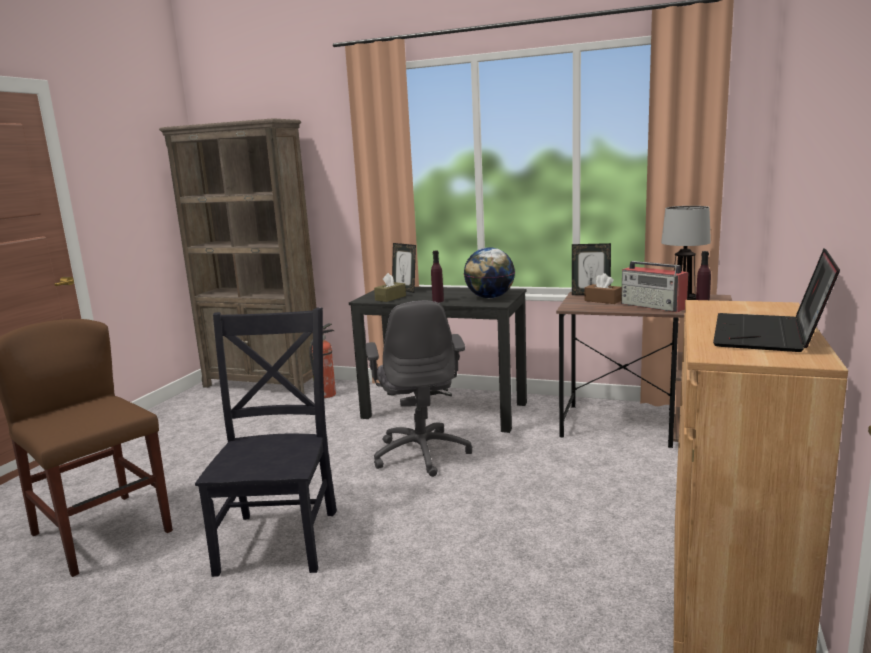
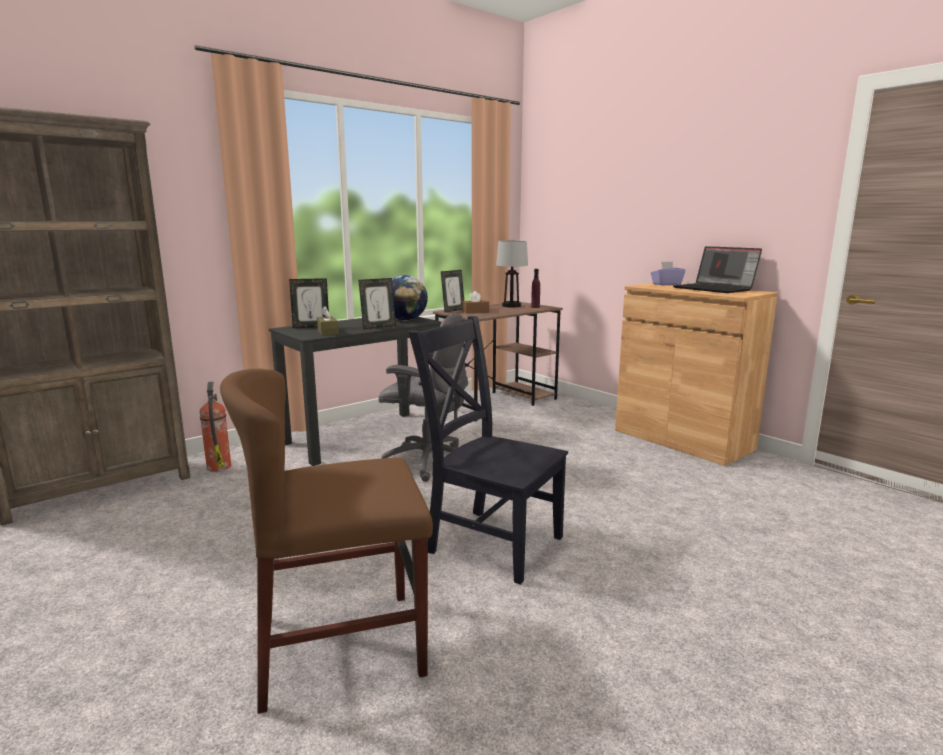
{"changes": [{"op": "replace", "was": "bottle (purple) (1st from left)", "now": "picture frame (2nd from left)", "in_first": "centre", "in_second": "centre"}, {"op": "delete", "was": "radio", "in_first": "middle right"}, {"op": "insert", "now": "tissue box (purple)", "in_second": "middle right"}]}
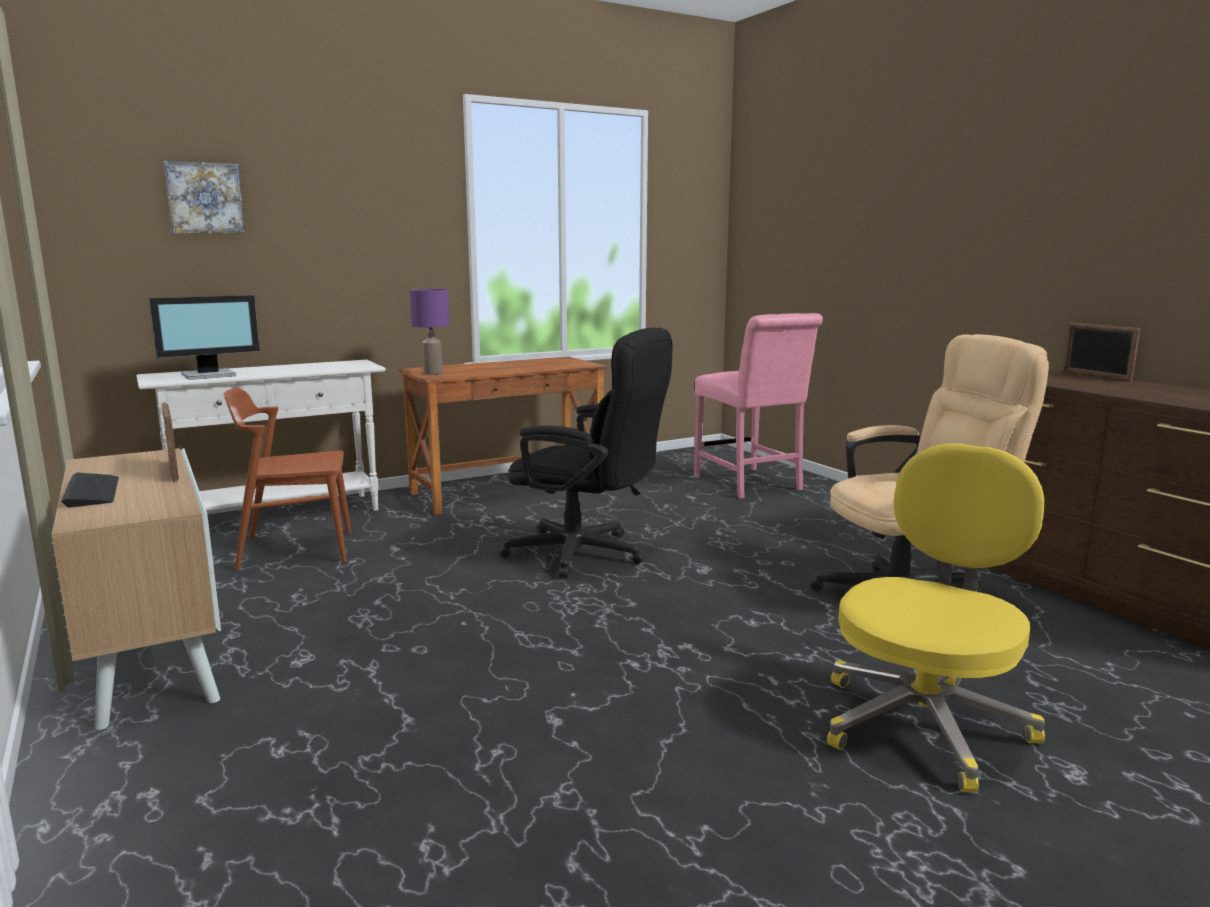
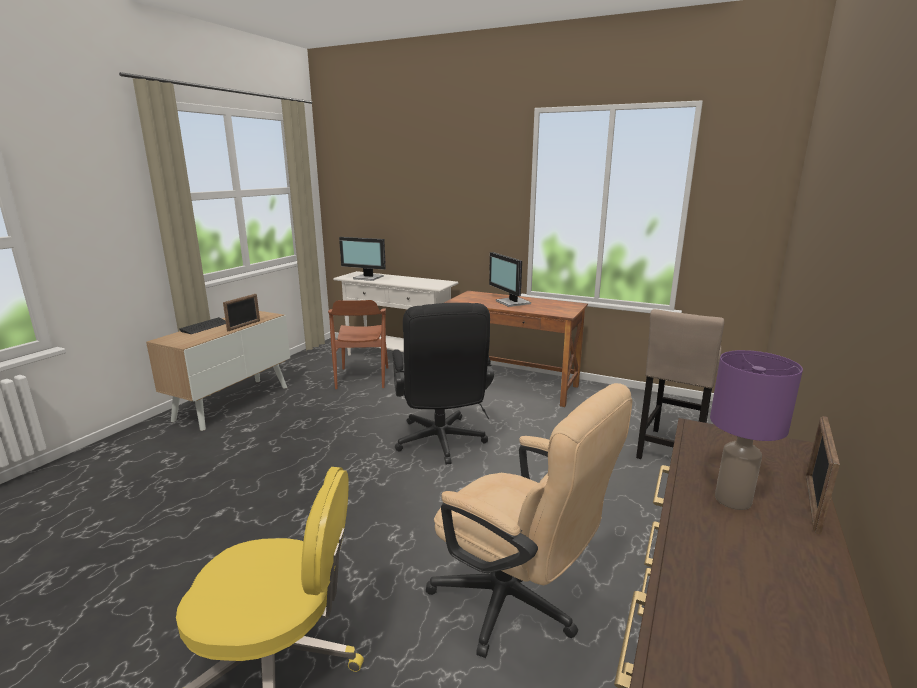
{"changes": [{"op": "delete", "was": "picture", "in_first": "top left"}, {"op": "rotate", "was": "chair (brown)", "in_first": "middle left", "in_second": "centre", "clockwise": -135}, {"op": "move", "was": "table lamp (purple)", "in_first": "centre", "in_second": "middle right"}, {"op": "replace", "was": "chair (pink)", "now": "stool (beige)", "in_first": "centre", "in_second": "middle right"}, {"op": "insert", "now": "monitor (2nd from left)", "in_second": "centre"}]}
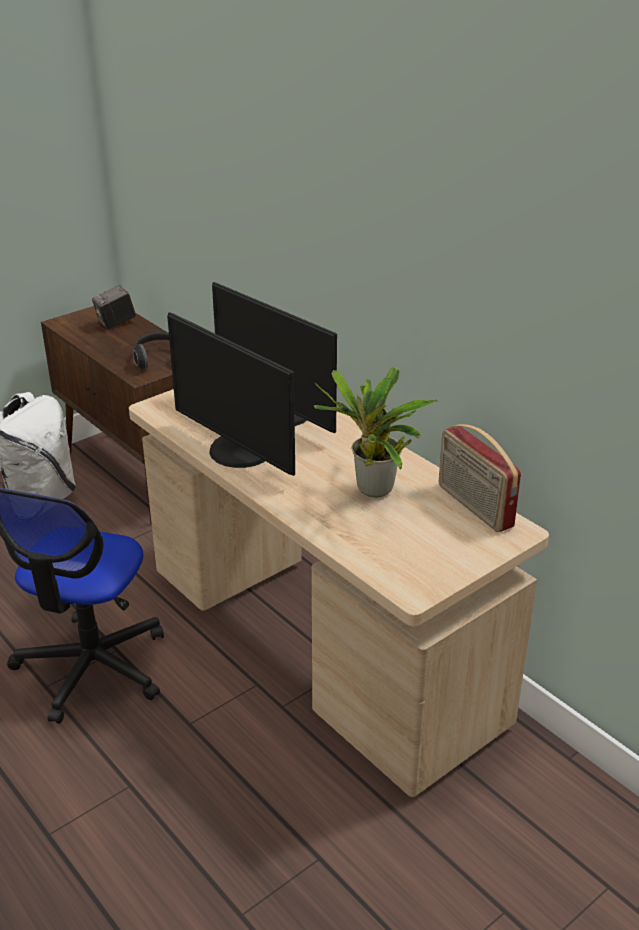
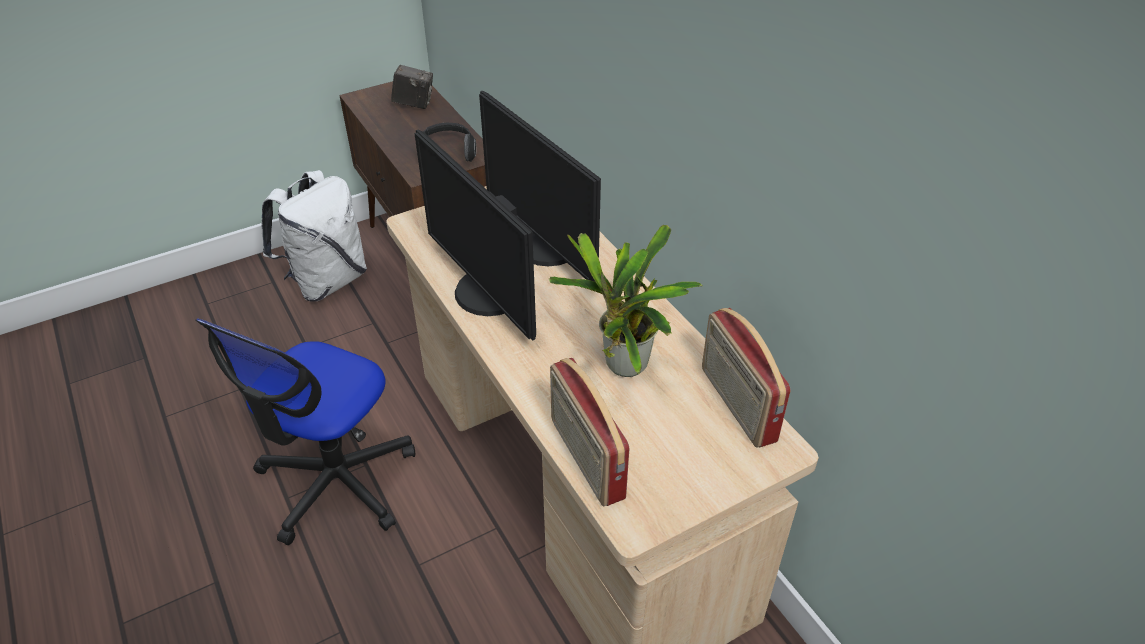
{"changes": [{"op": "rotate", "was": "photo camera", "in_first": "top left", "in_second": "top centre", "clockwise": -150}, {"op": "insert", "now": "radio (1st from left)", "in_second": "bottom centre"}]}
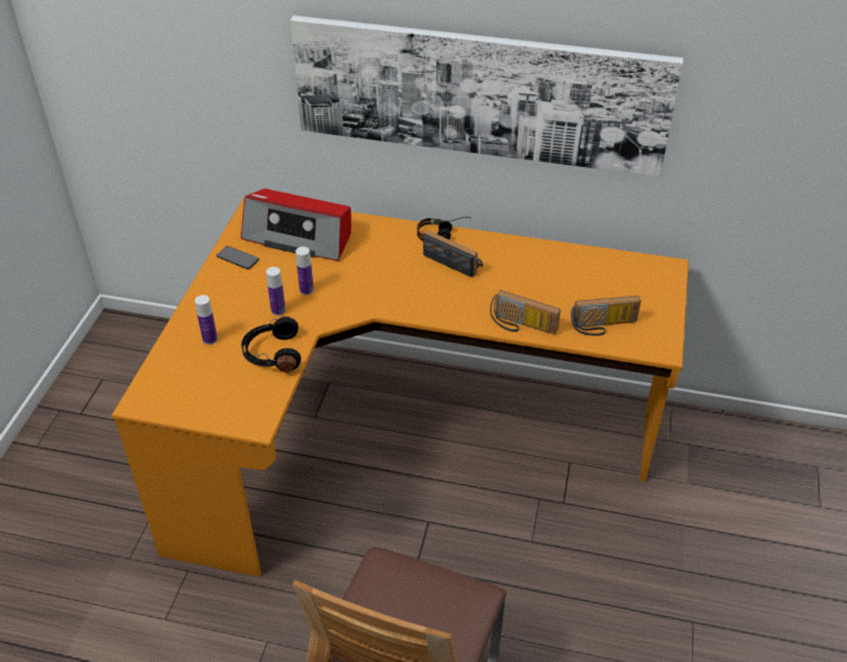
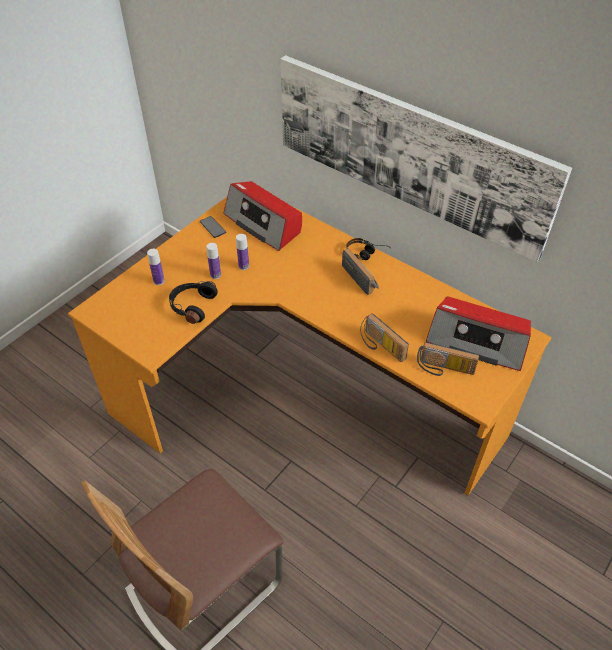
{"changes": [{"op": "insert", "now": "radio (5th from left)", "in_second": "middle right"}]}
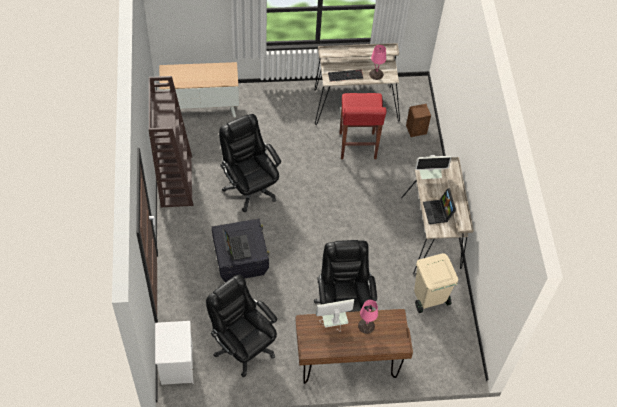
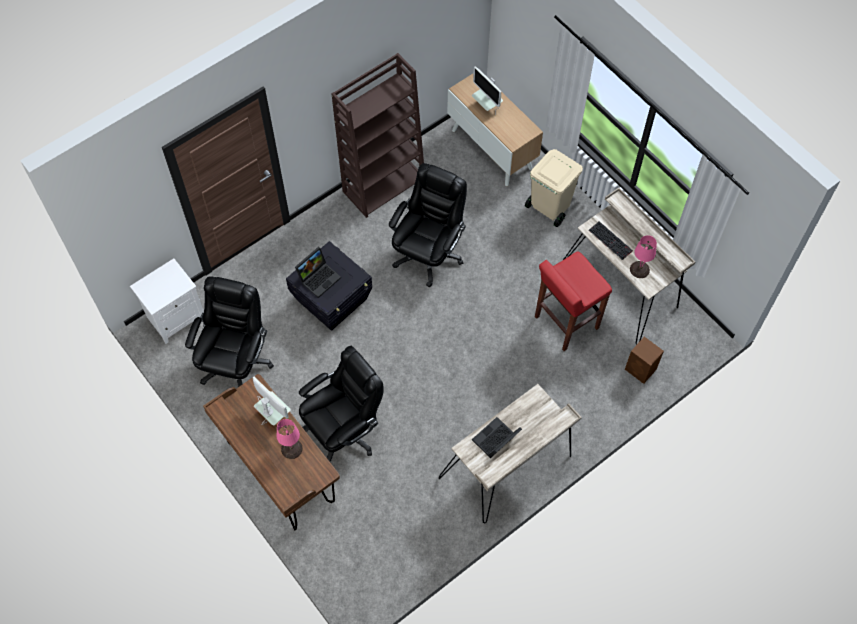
{"changes": [{"op": "move", "was": "trash can (beige)", "in_first": "bottom right", "in_second": "top centre"}, {"op": "move", "was": "monitor (2nd from left)", "in_first": "middle right", "in_second": "top centre"}]}
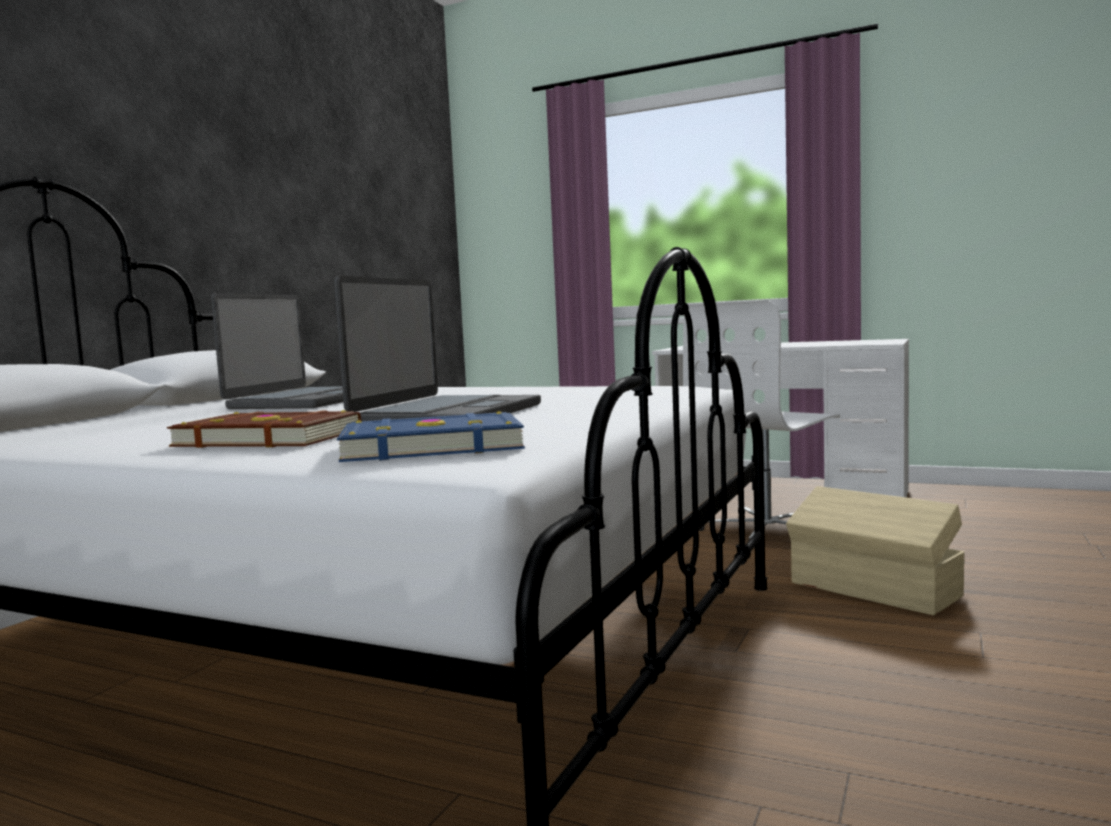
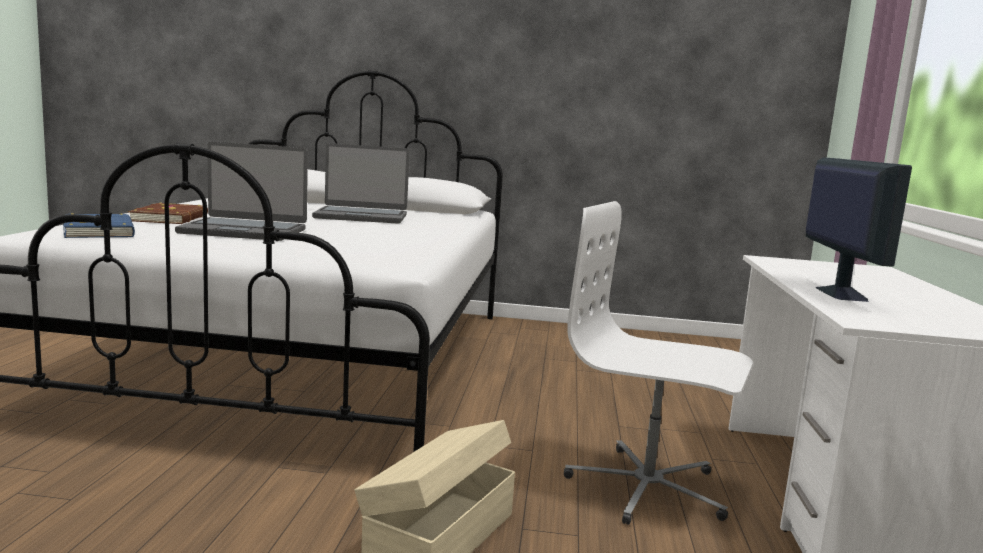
{"changes": [{"op": "insert", "now": "monitor", "in_second": "middle right"}]}
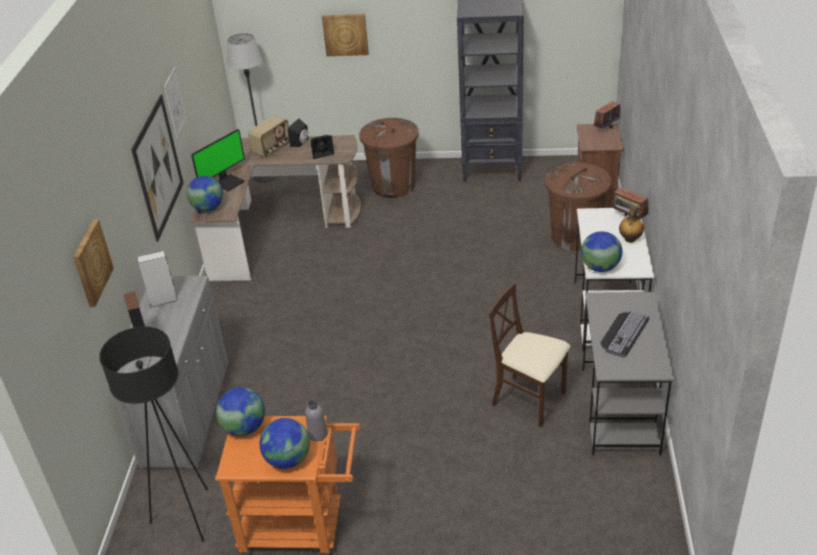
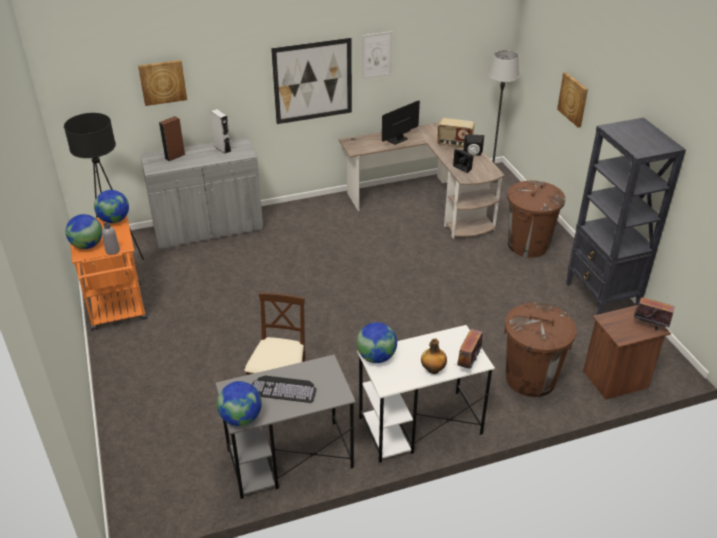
{"changes": [{"op": "move", "was": "globe (1st from left in the first image)", "now": "globe (3rd from left)", "in_first": "middle left", "in_second": "bottom centre"}, {"op": "rotate", "was": "monitor", "in_first": "top left", "in_second": "top centre", "clockwise": 120}]}
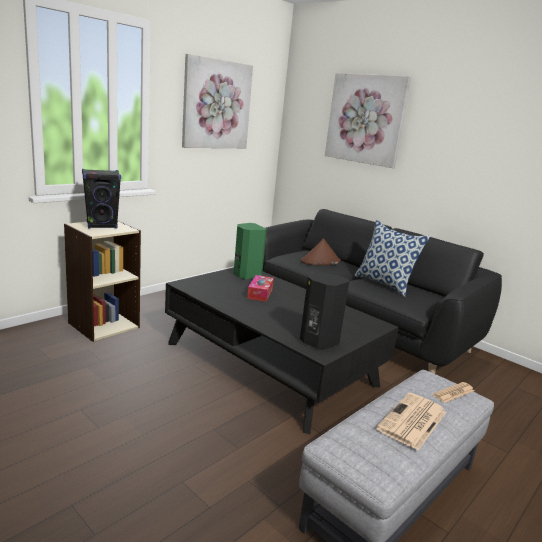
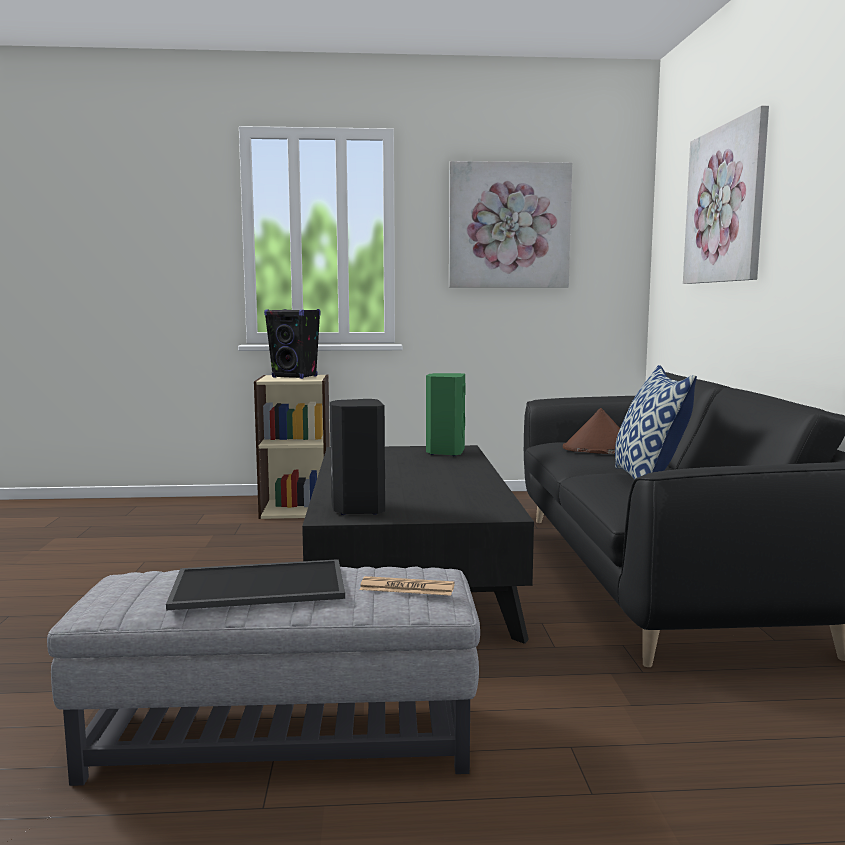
{"changes": [{"op": "delete", "was": "tissue box", "in_first": "centre"}, {"op": "replace", "was": "newspaper (1st from left)", "now": "tray", "in_first": "bottom right", "in_second": "bottom left"}]}
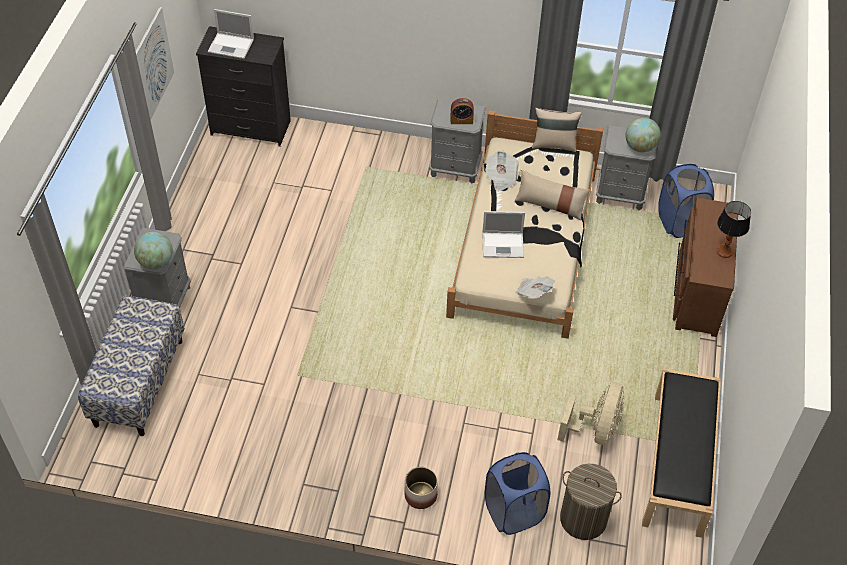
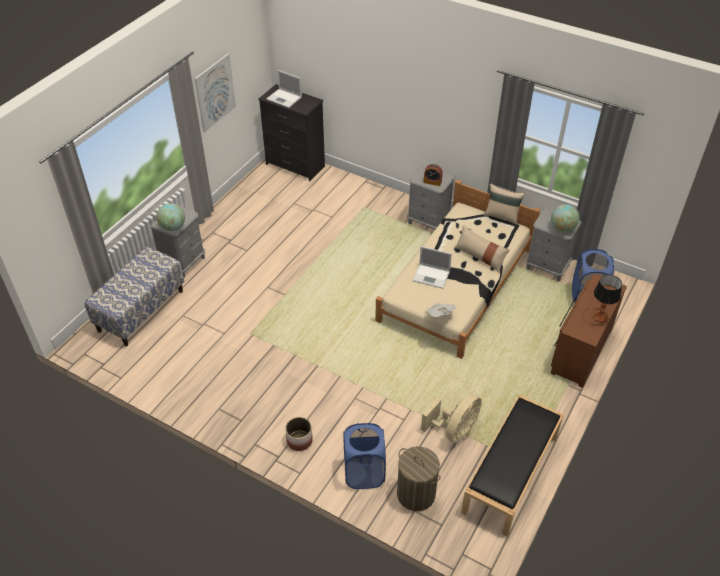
{"changes": [{"op": "delete", "was": "newspaper (1st from left)", "in_first": "top centre"}]}
